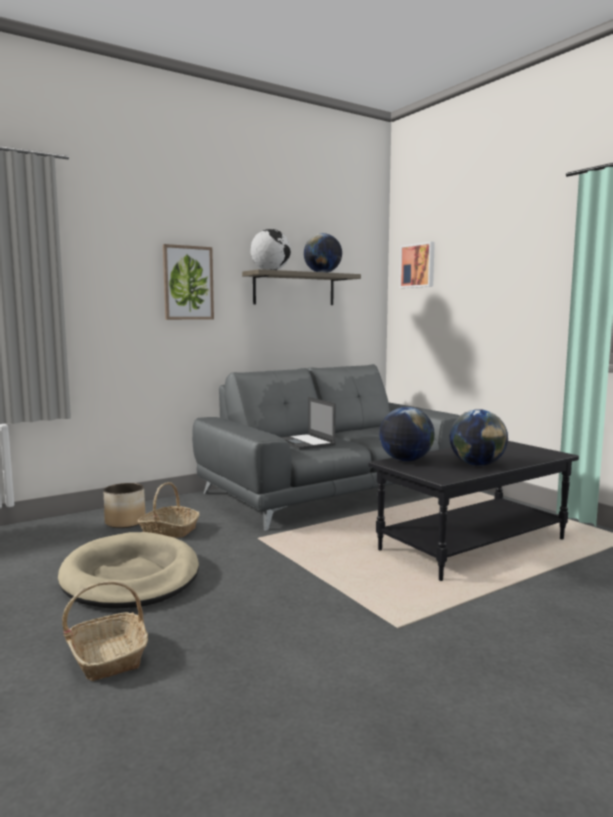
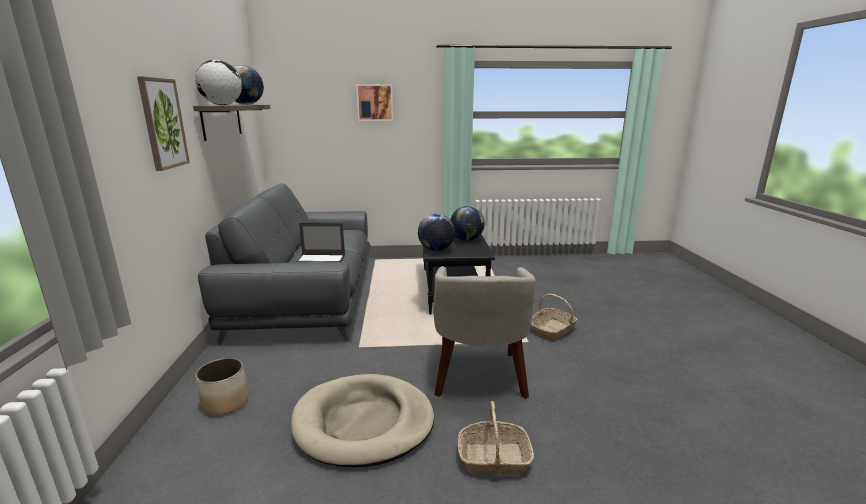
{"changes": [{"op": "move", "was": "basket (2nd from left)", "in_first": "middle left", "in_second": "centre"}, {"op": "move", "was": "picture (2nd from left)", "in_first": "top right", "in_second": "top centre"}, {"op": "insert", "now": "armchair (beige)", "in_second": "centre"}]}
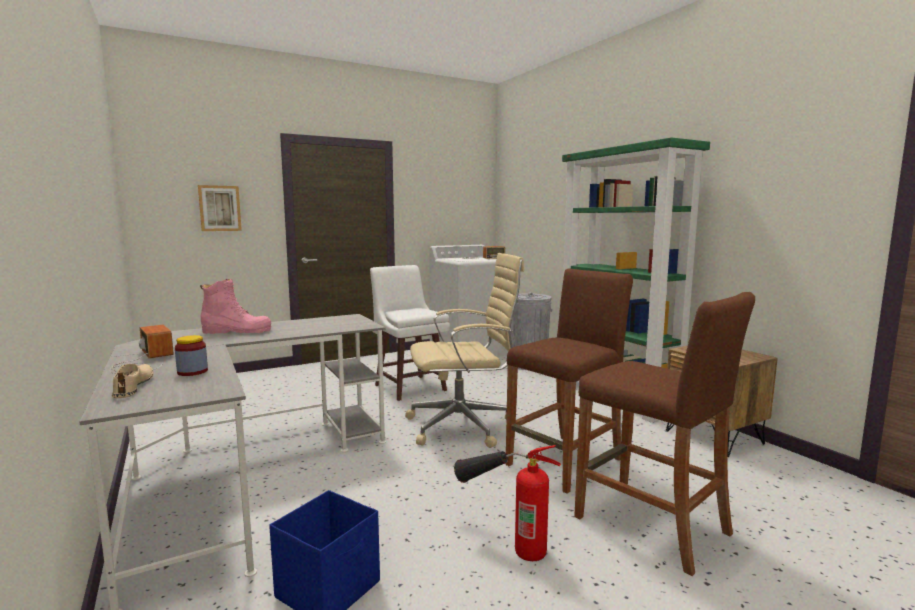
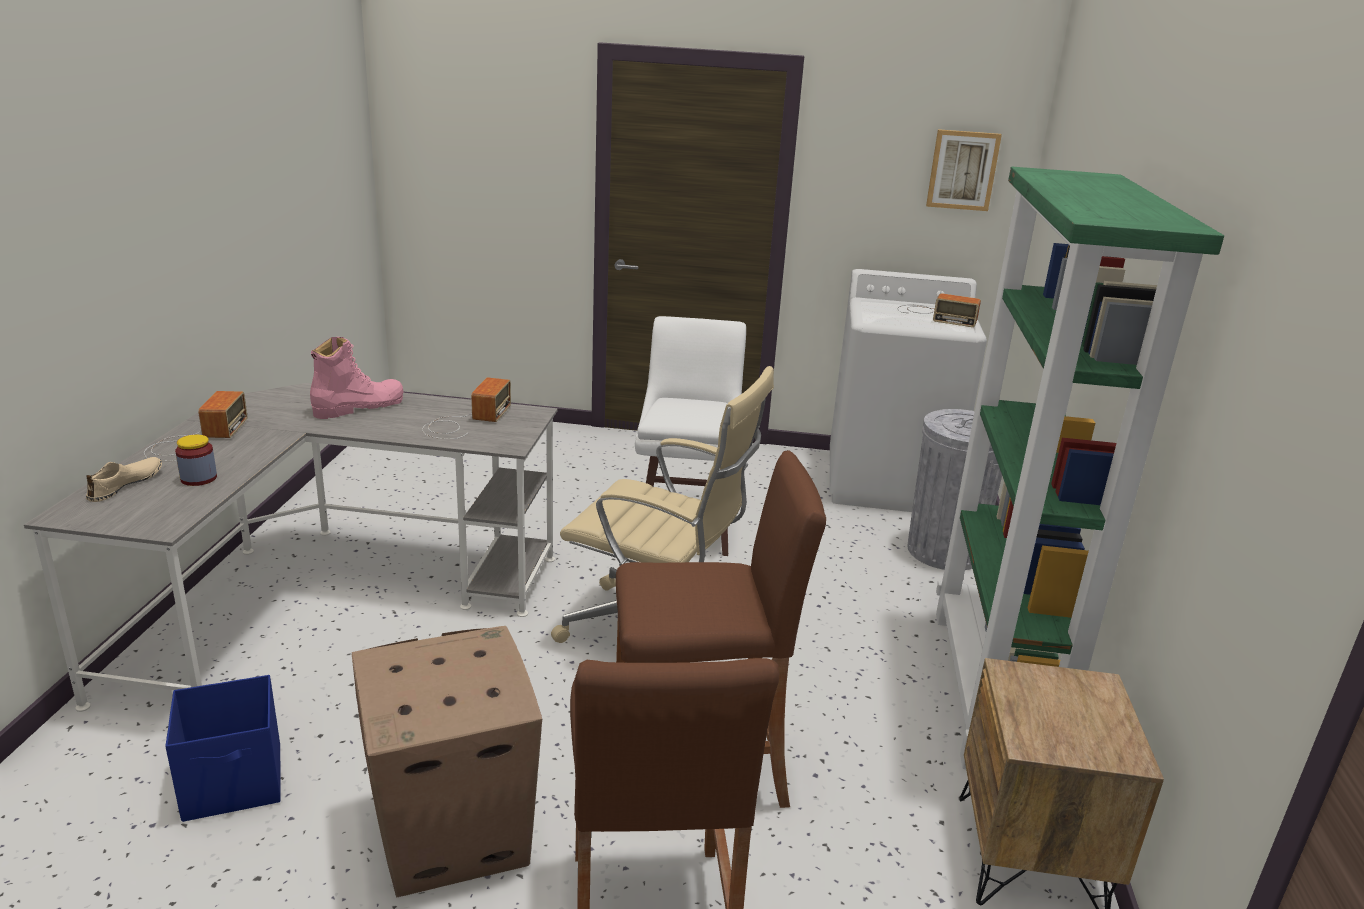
{"changes": [{"op": "move", "was": "picture", "in_first": "middle left", "in_second": "top right"}, {"op": "rotate", "was": "boot (pink)", "in_first": "middle left", "in_second": "middle left", "clockwise": -75}, {"op": "replace", "was": "fire extinguisher", "now": "cardboard box", "in_first": "bottom centre", "in_second": "bottom left"}, {"op": "insert", "now": "radio (2nd from left)", "in_second": "centre"}]}
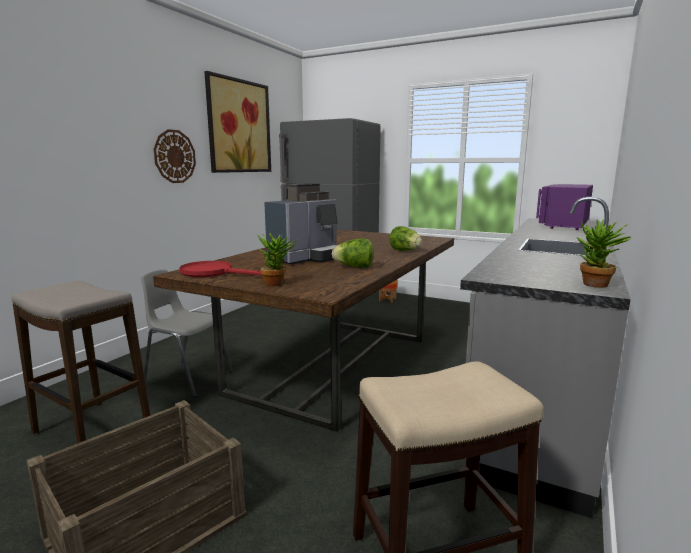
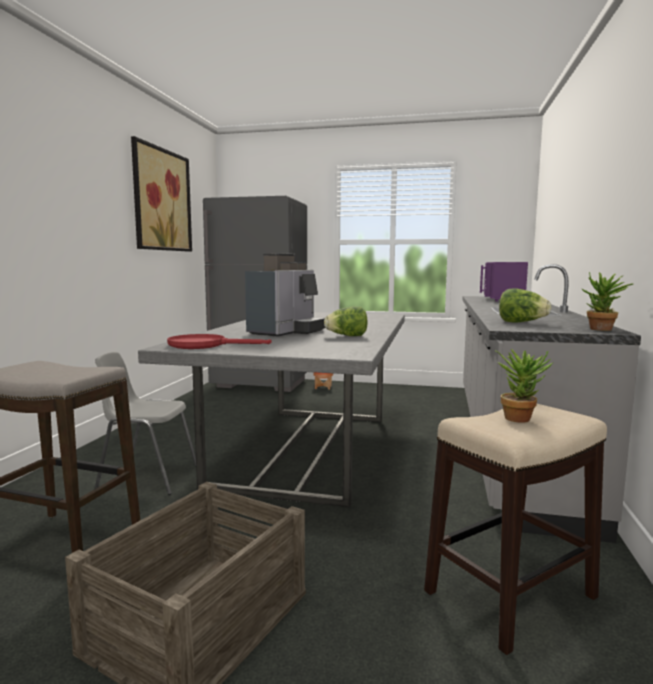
{"changes": [{"op": "recolor", "was": "dining table (brown)", "now": "dining table (grey)", "in_first": "centre", "in_second": "centre"}, {"op": "delete", "was": "wall clock", "in_first": "top left"}, {"op": "move", "was": "potted plant (1st from left)", "in_first": "centre", "in_second": "middle right"}, {"op": "move", "was": "lettuce (2nd from left)", "in_first": "centre", "in_second": "middle right"}]}
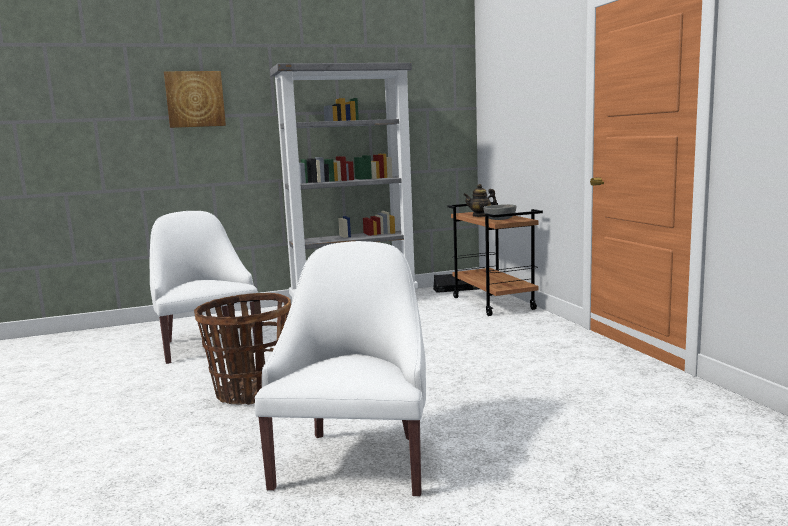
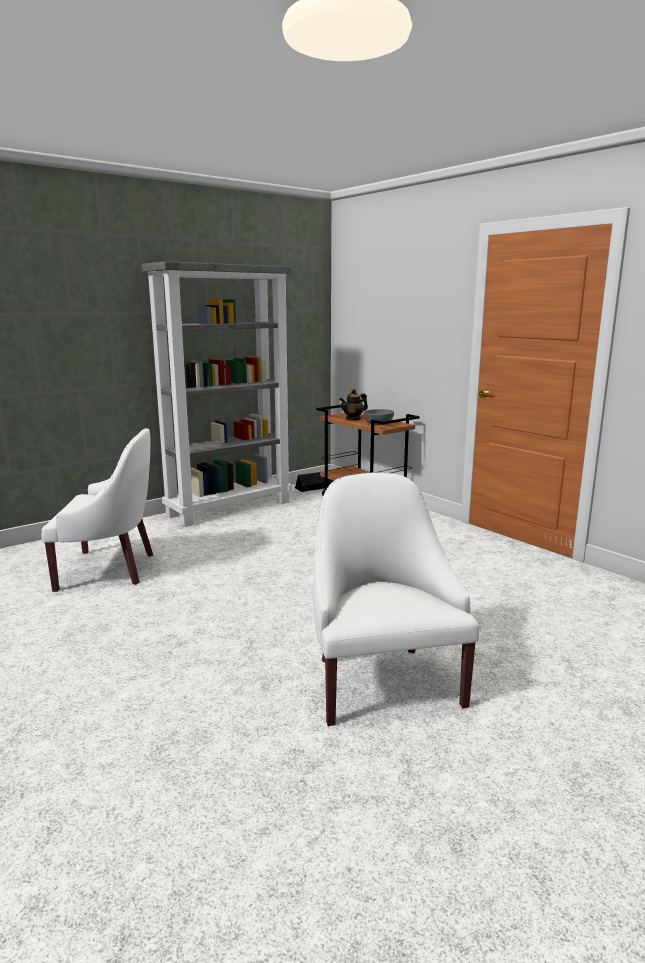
{"changes": [{"op": "rotate", "was": "armchair (white) (1st from left)", "in_first": "middle left", "in_second": "middle left", "clockwise": 135}, {"op": "delete", "was": "picture", "in_first": "top left"}, {"op": "delete", "was": "basket", "in_first": "middle left"}]}
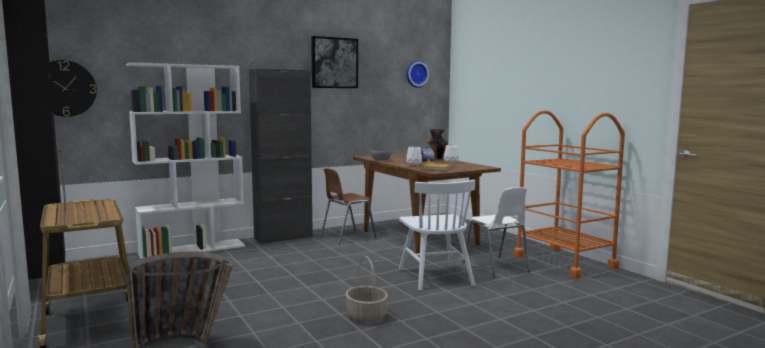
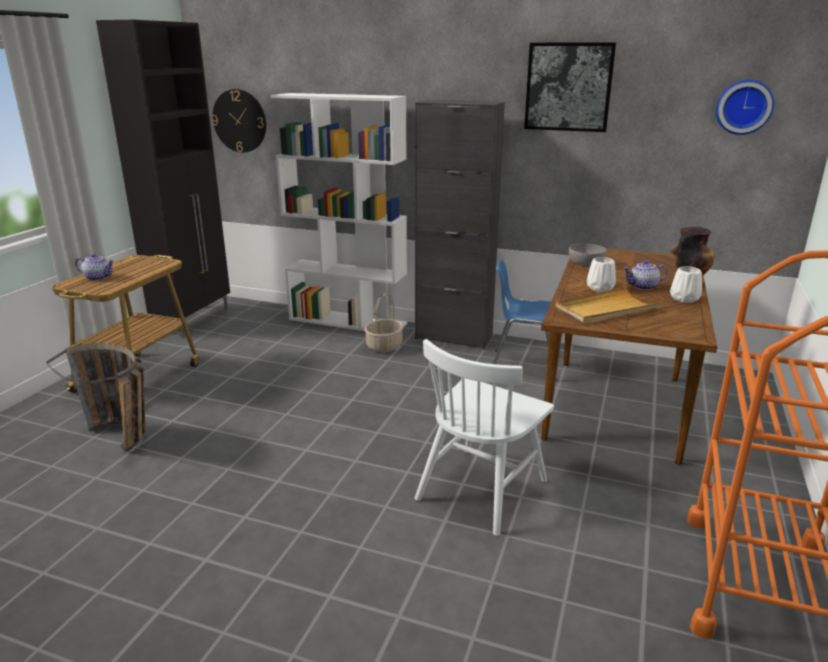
{"changes": [{"op": "recolor", "was": "chair (brown)", "now": "chair (blue)", "in_first": "centre", "in_second": "centre"}, {"op": "move", "was": "basket (2nd from left)", "in_first": "bottom centre", "in_second": "centre"}, {"op": "delete", "was": "chair (white) (2nd from left)", "in_first": "bottom centre"}, {"op": "insert", "now": "teapot (1st from left)", "in_second": "middle left"}]}
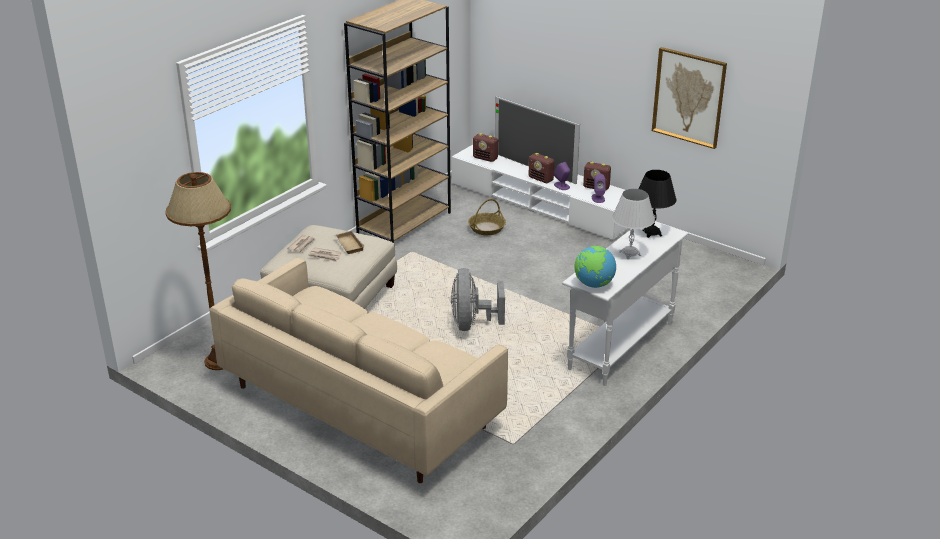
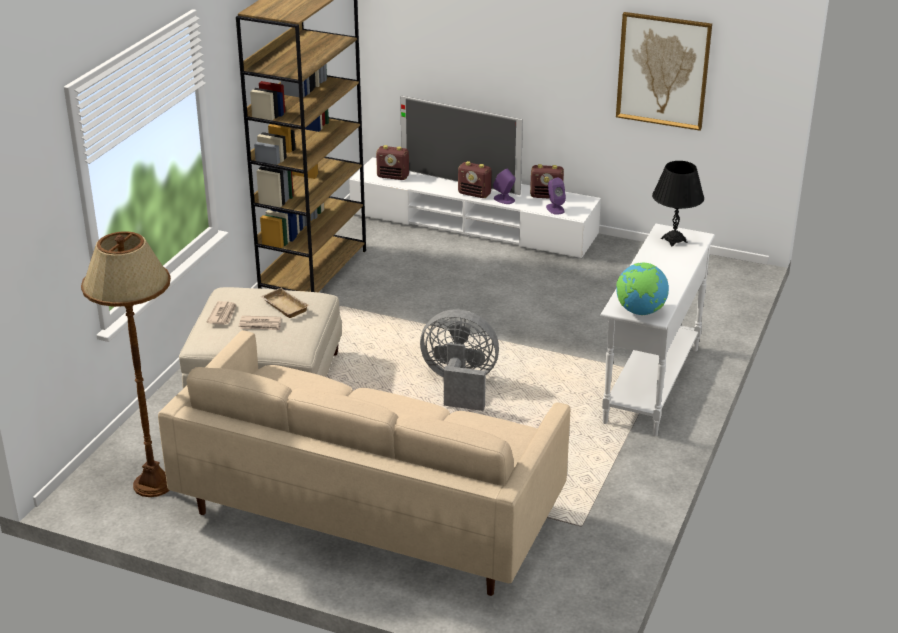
{"changes": [{"op": "rotate", "was": "fan (grey)", "in_first": "centre", "in_second": "centre", "clockwise": 120}, {"op": "delete", "was": "basket", "in_first": "centre"}, {"op": "delete", "was": "table lamp (white)", "in_first": "middle right"}]}
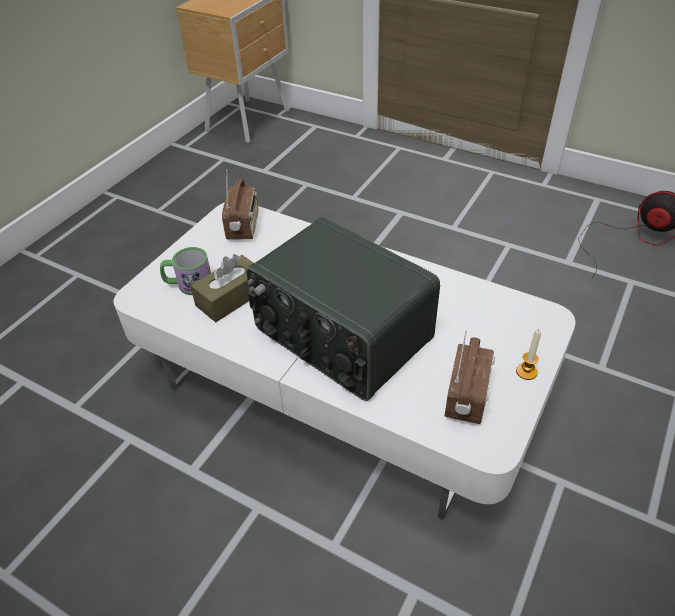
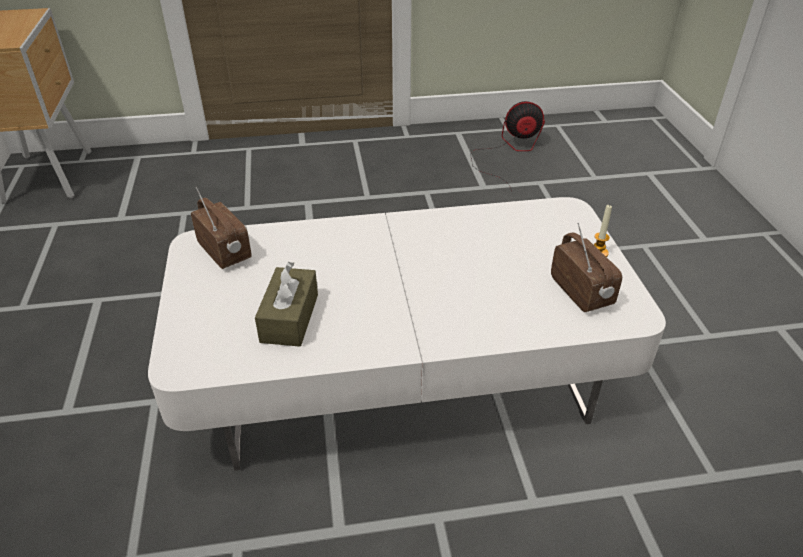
{"changes": [{"op": "delete", "was": "mug", "in_first": "middle left"}, {"op": "delete", "was": "radio (2nd from left)", "in_first": "centre"}]}
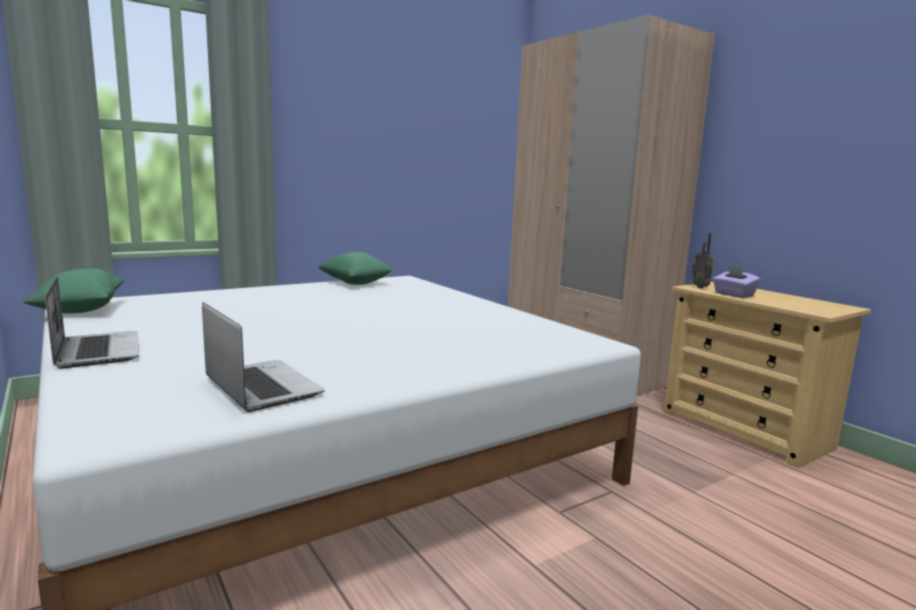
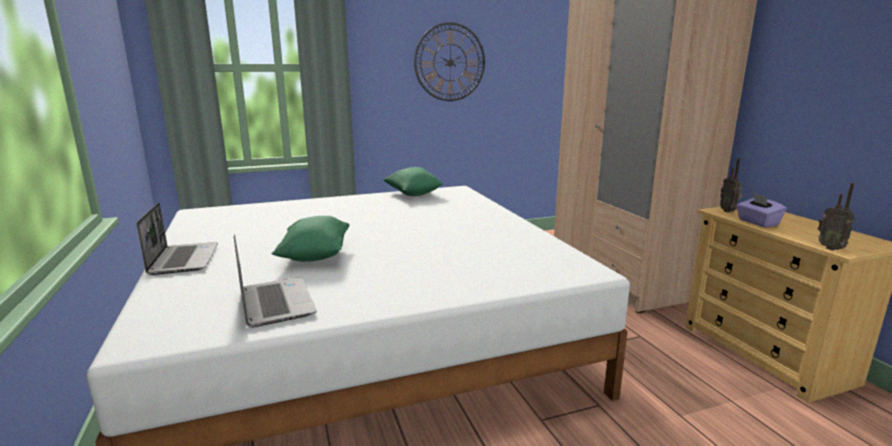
{"changes": [{"op": "move", "was": "pillow (green) (1st from left)", "in_first": "middle left", "in_second": "centre"}, {"op": "insert", "now": "wall clock", "in_second": "top centre"}, {"op": "insert", "now": "radio (2nd from left)", "in_second": "middle right"}]}
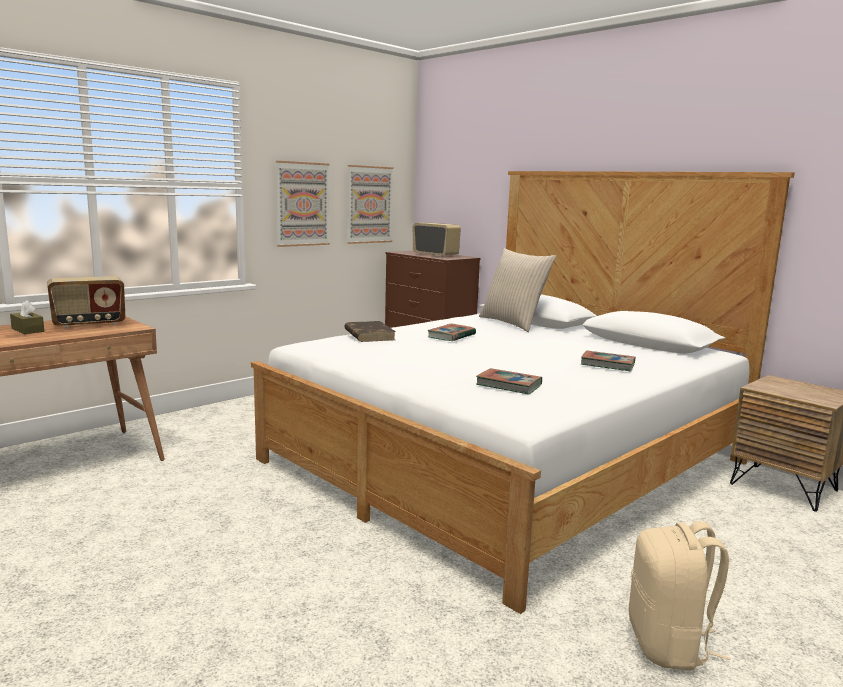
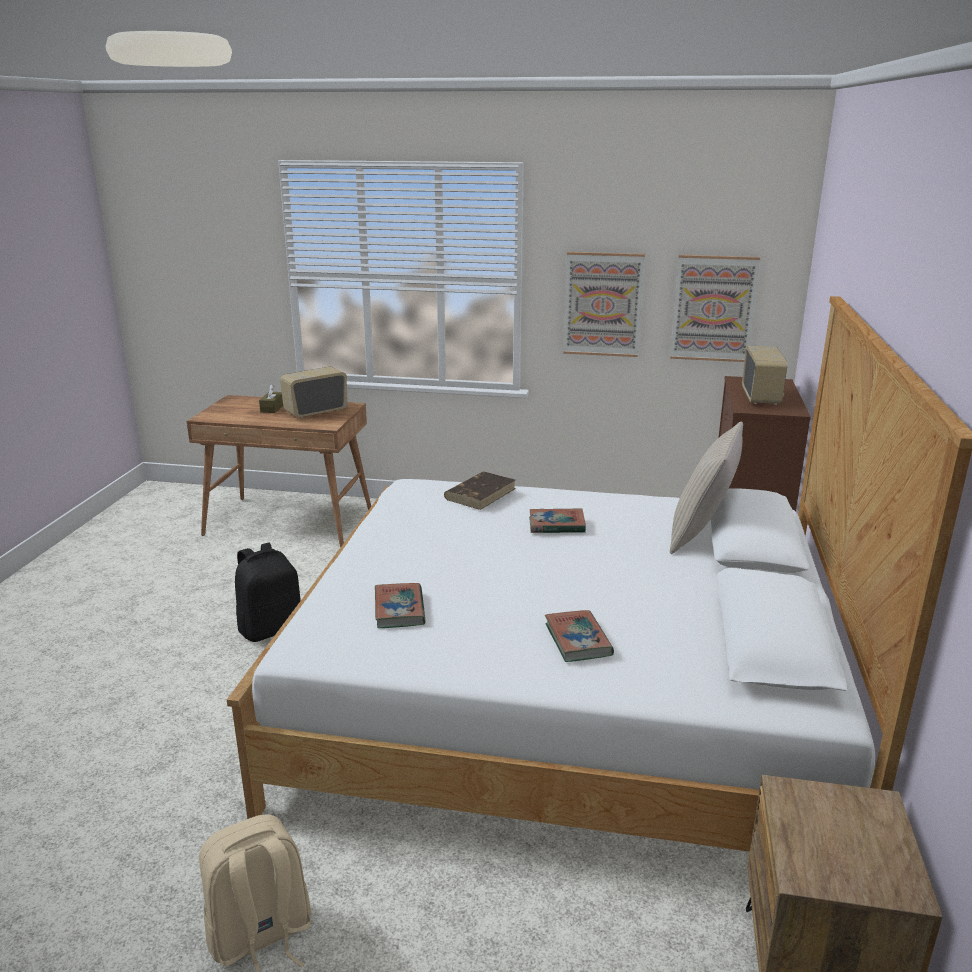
{"changes": [{"op": "rotate", "was": "radio (1st from left)", "in_first": "middle left", "in_second": "middle left", "clockwise": 120}, {"op": "insert", "now": "backpack (black)", "in_second": "middle left"}]}
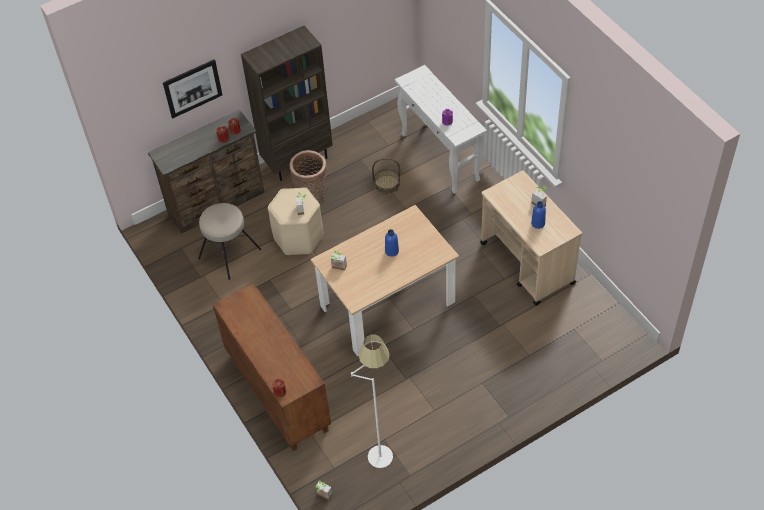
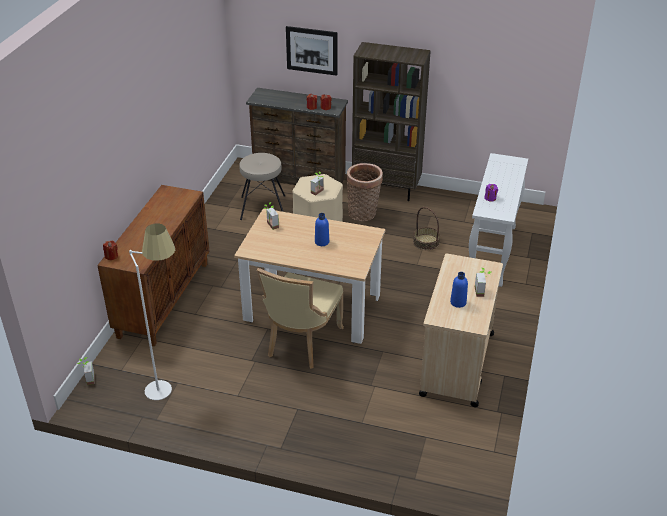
{"changes": [{"op": "insert", "now": "chair (beige)", "in_second": "centre"}]}
